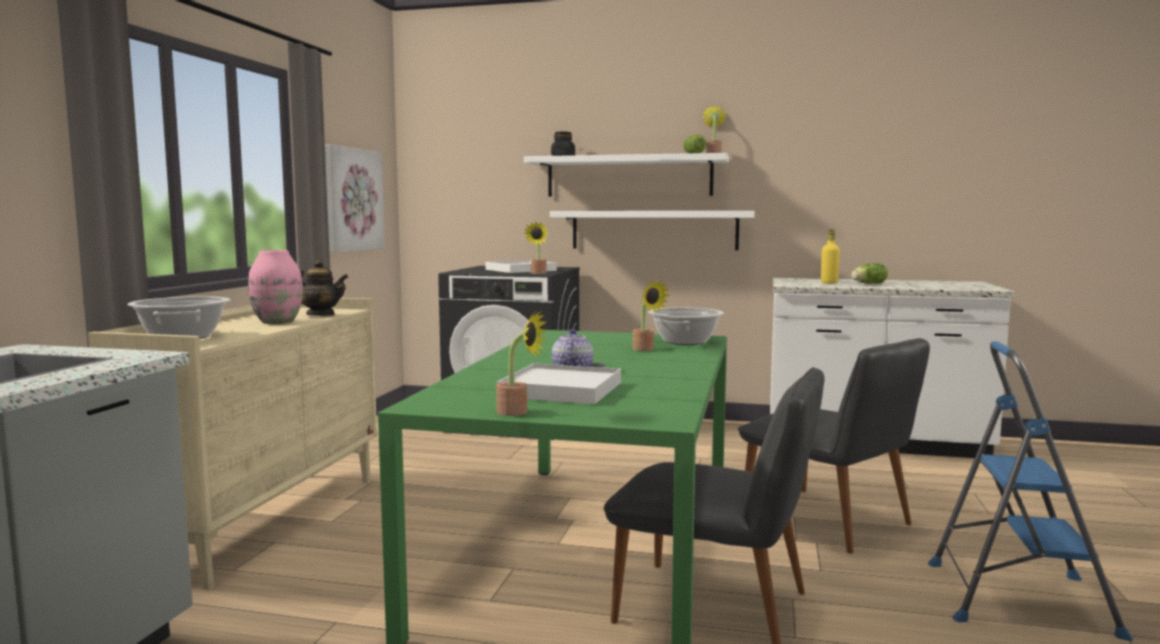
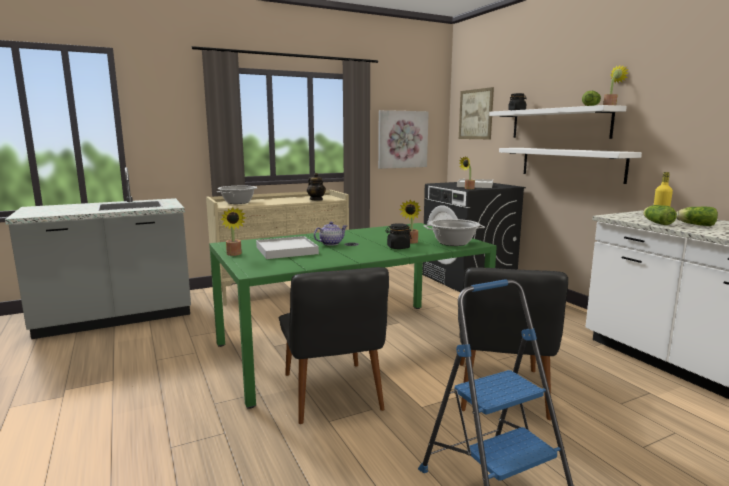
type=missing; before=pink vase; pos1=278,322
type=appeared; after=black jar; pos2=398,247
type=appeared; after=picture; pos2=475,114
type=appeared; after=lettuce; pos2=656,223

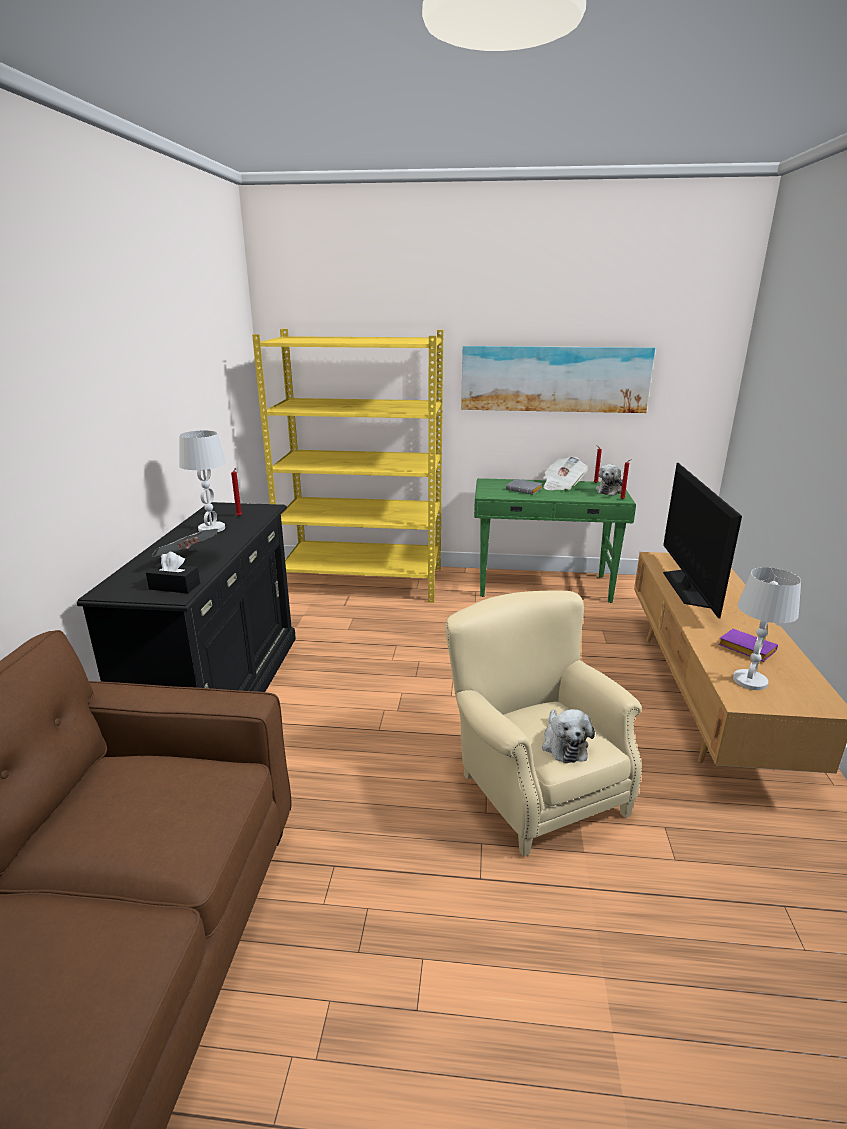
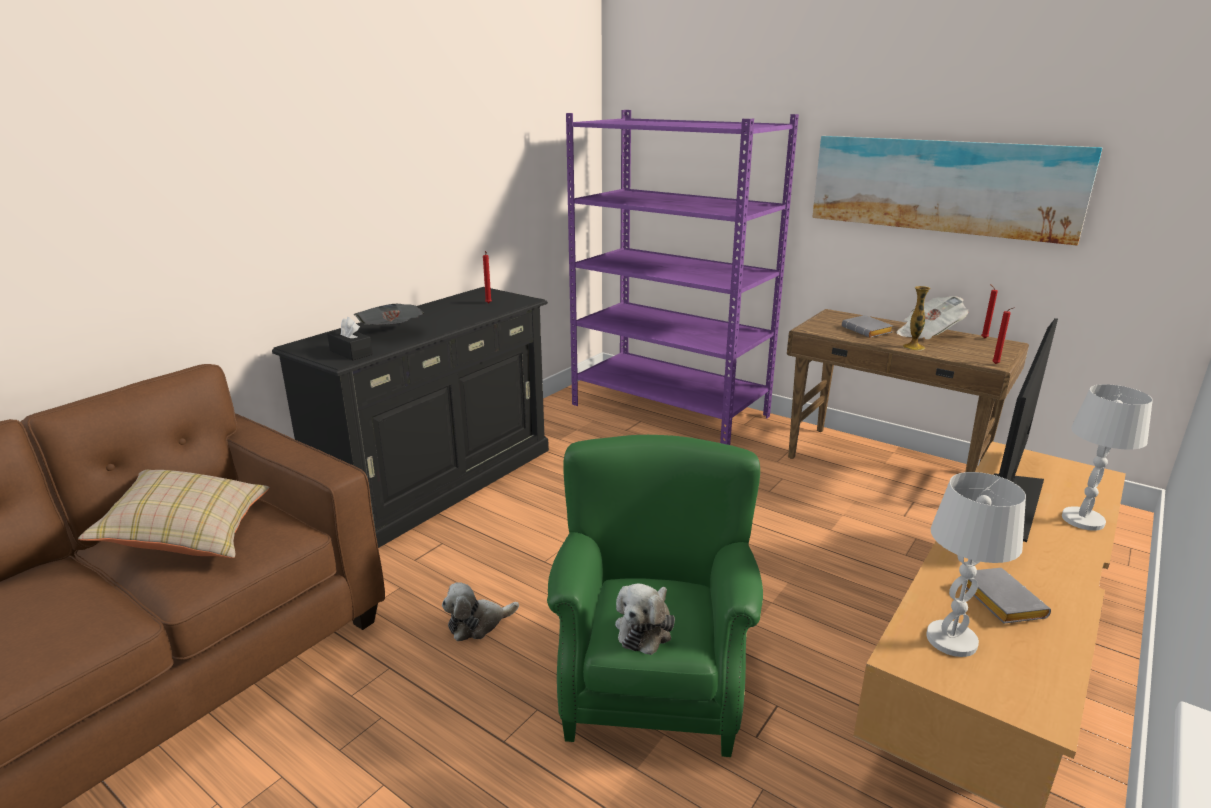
type=relocated; before=white table lamp; pos1=212,529; pos2=1083,520
type=colour; before=yellow bookcase; after=purple bookcase; pos1=363,581; pos2=669,410
type=colour; before=beige armchair; after=green armchair; pos1=534,784; pos2=652,676
type=colour; before=green console table; after=brown console table; pos1=544,586; pos2=885,466
type=relocated; before=plush toy; pos1=609,491; pos2=477,624
type=colour; before=purple book; after=grey book; pos1=744,649; pos2=997,600
type=appeared; after=beige pillow; pos2=190,535
type=appeared; after=vase; pos2=913,347

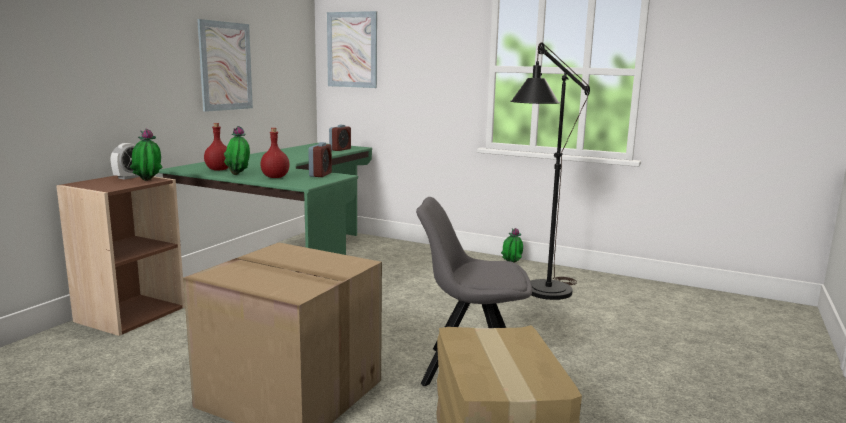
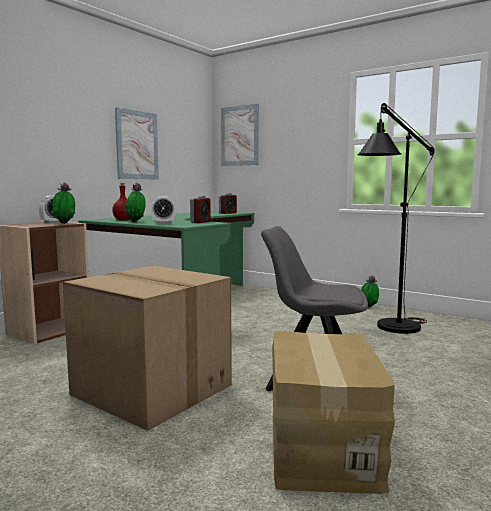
type=exchanged; before=red bottle; after=alarm clock; pos1=275,177; pos2=163,223

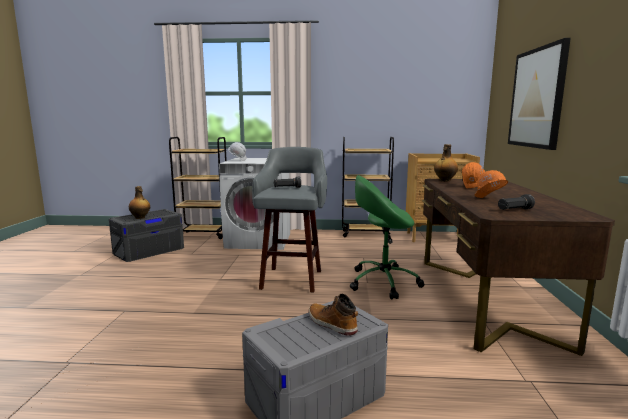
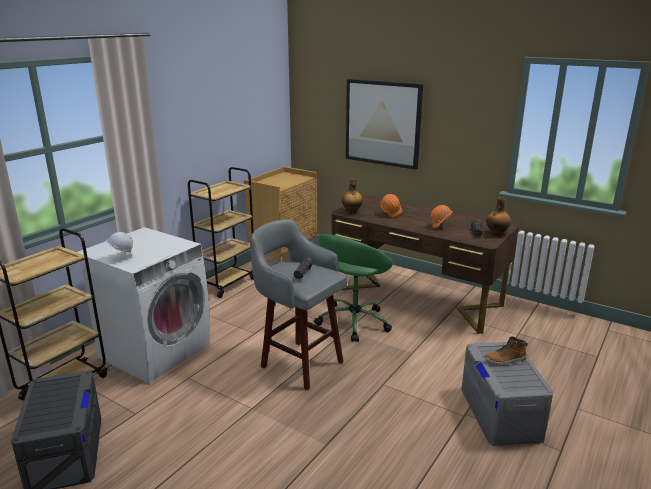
type=relocated; before=bottle; pos1=140,218; pos2=497,234

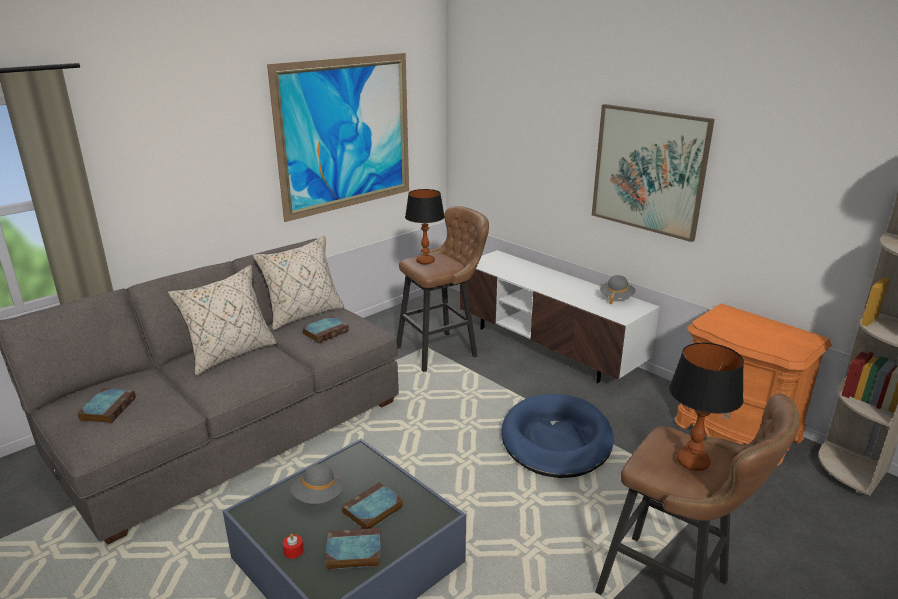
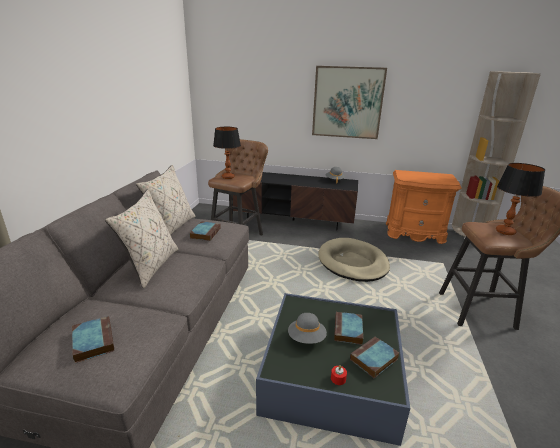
type=missing; before=picture; pos1=346,135
type=colour; before=white tv stand; after=black tv stand; pos1=548,347; pos2=293,220
type=colour; before=blue dog bed; after=beige dog bed; pos1=556,440; pos2=352,262

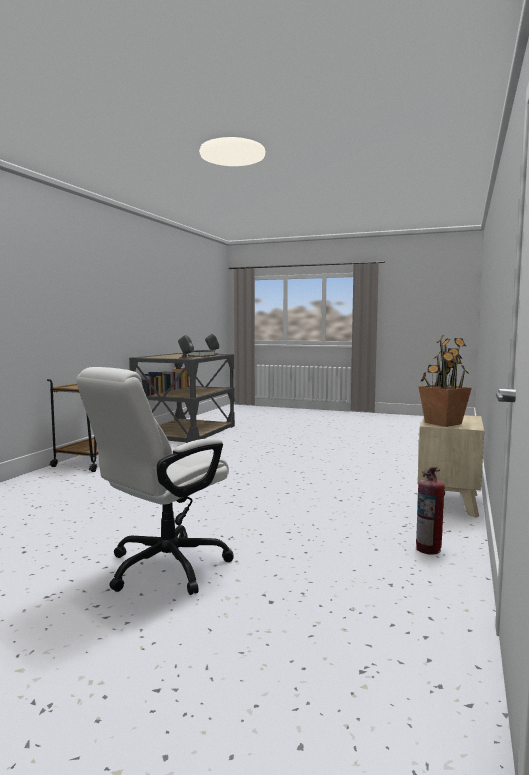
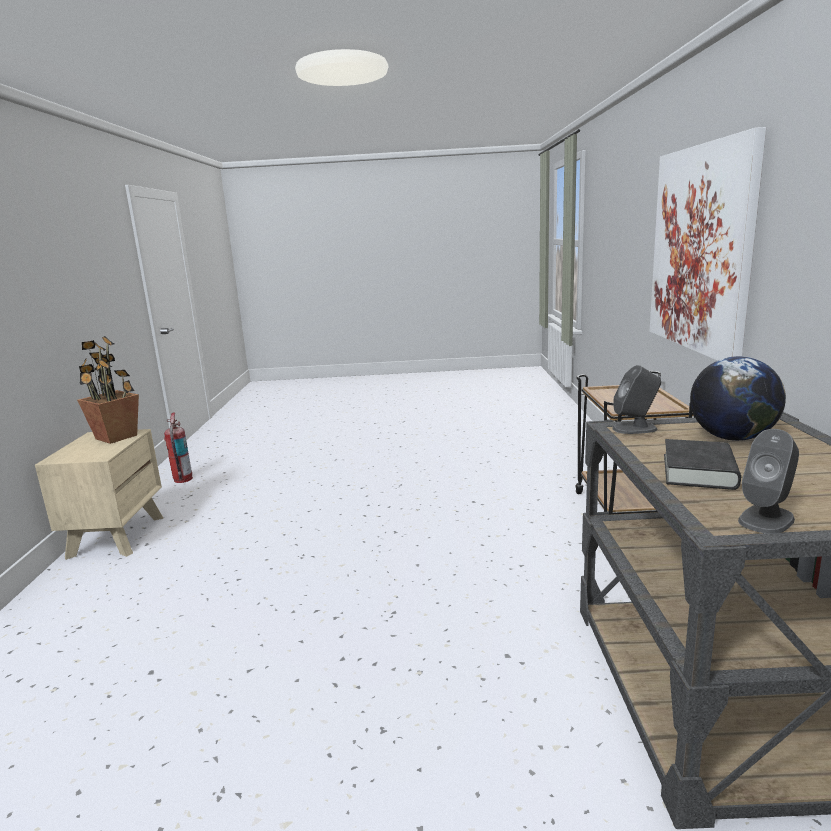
type=missing; before=white office chair; pos1=162,569
type=appeared; after=picture; pos2=700,249
type=appeared; after=globe; pos2=731,438

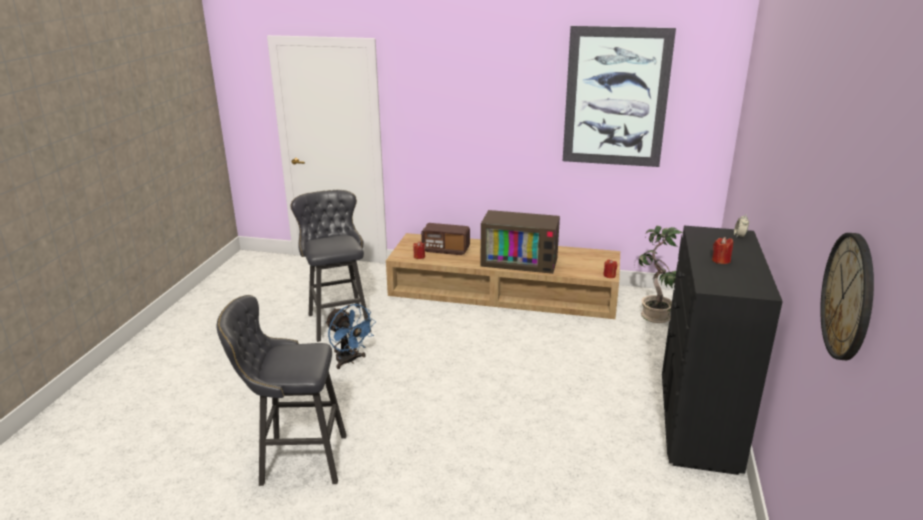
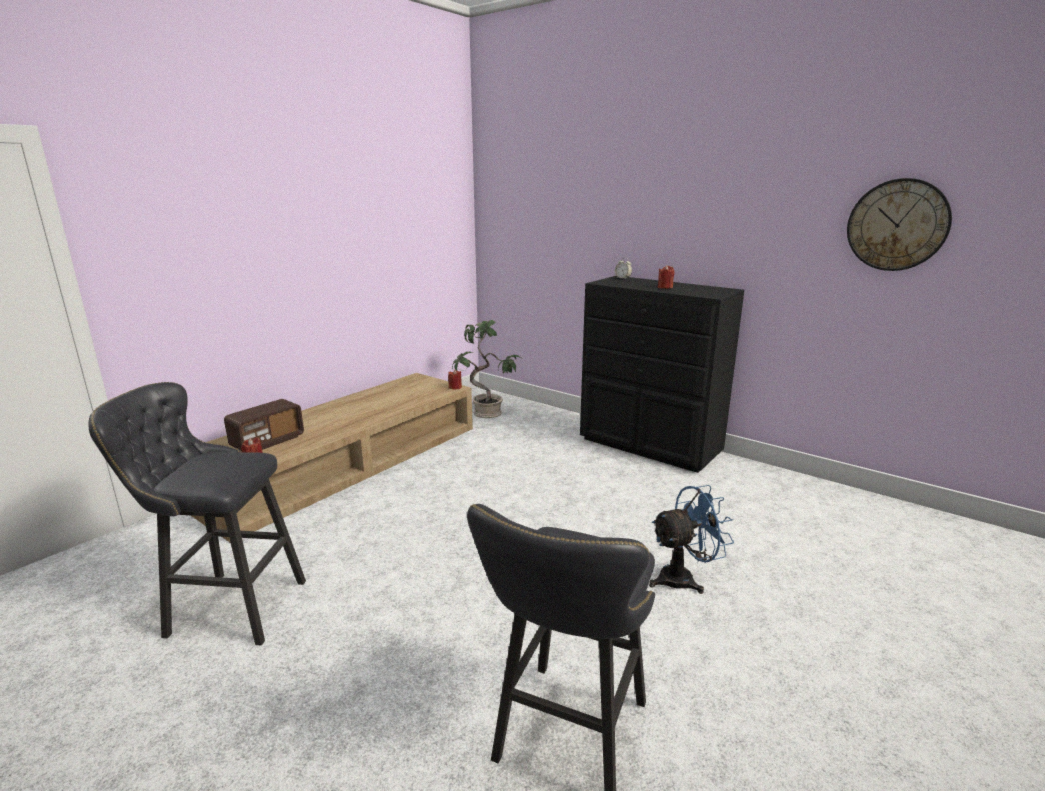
type=relocated; before=blue fan; pos1=349,361; pos2=684,578
type=missing; before=television; pos1=520,261
type=missing; before=picture; pos1=616,98

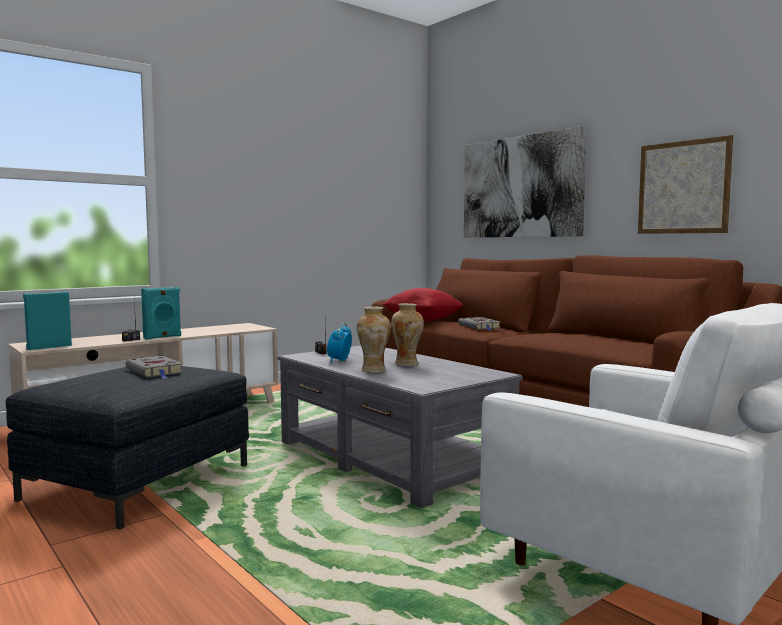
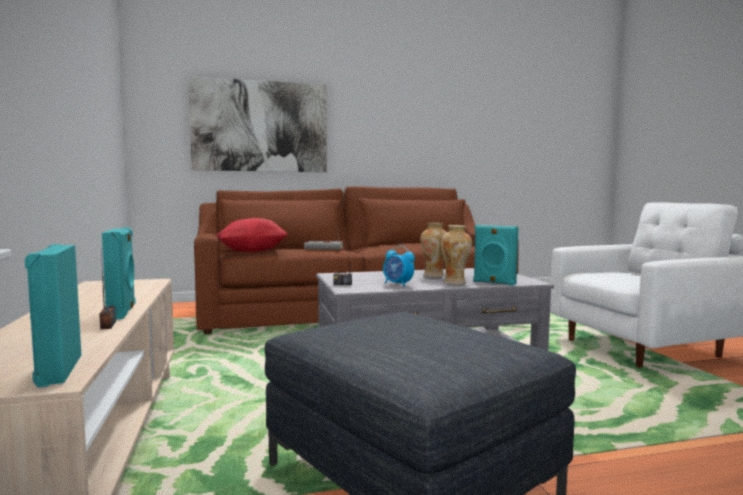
type=missing; before=grey book; pos1=155,371
type=missing; before=picture; pos1=683,186
type=appeared; after=turquoise speaker; pos2=494,283

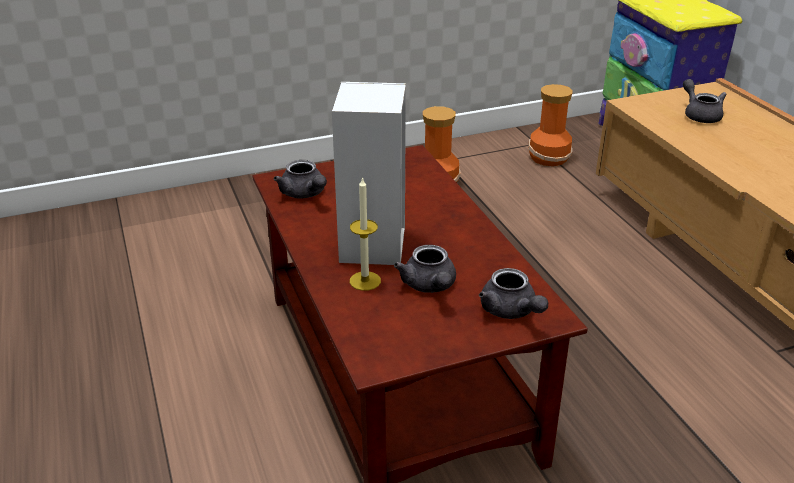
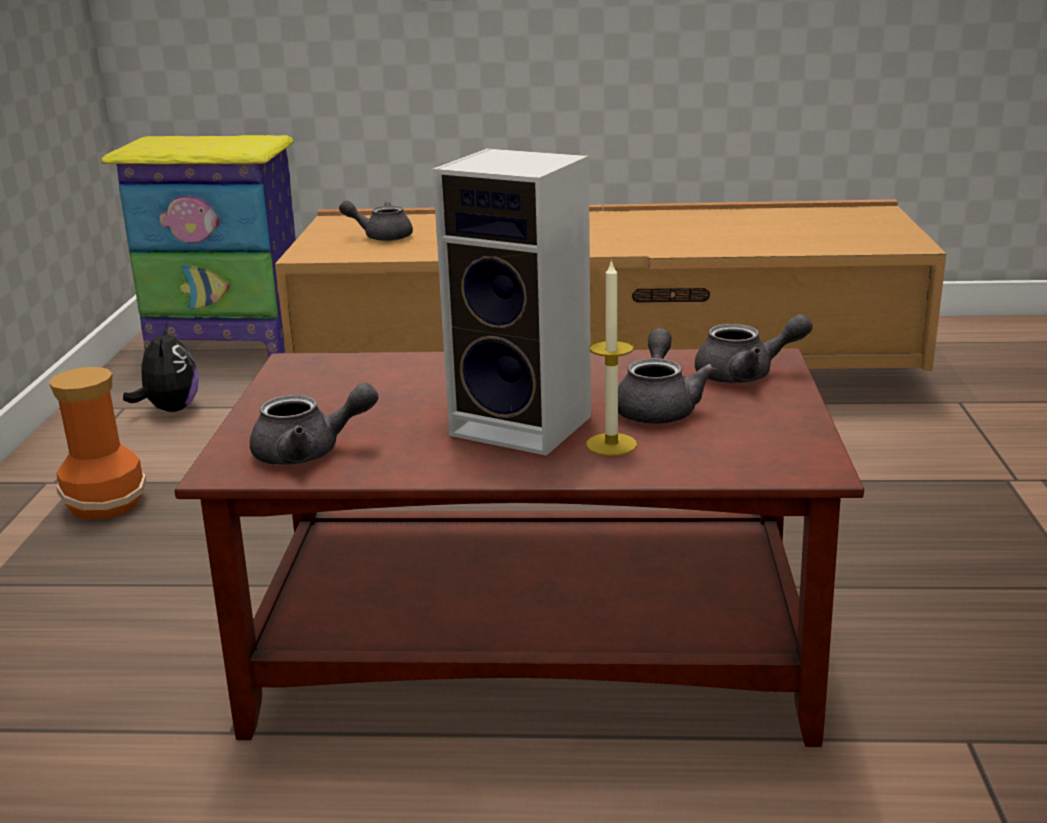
type=spun; before=grey teapot; pos1=430,286; pos2=658,407; turn=-90
type=exchanged; before=vase; after=plush toy; pos1=548,157; pos2=170,409

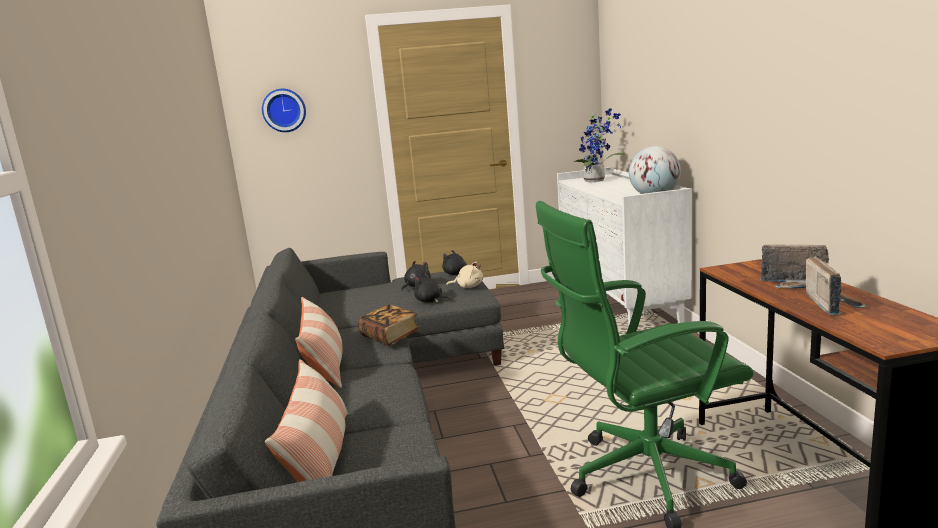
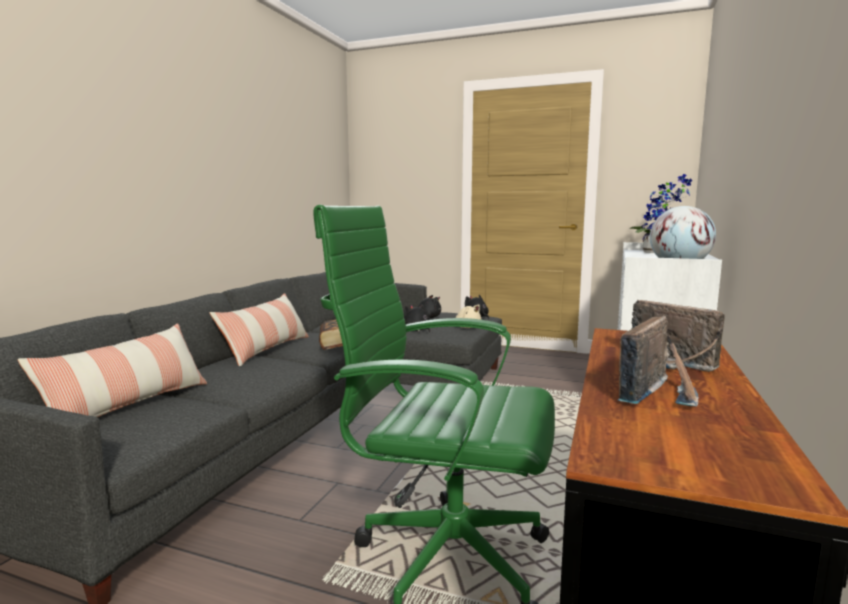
type=missing; before=wall clock; pos1=284,110

